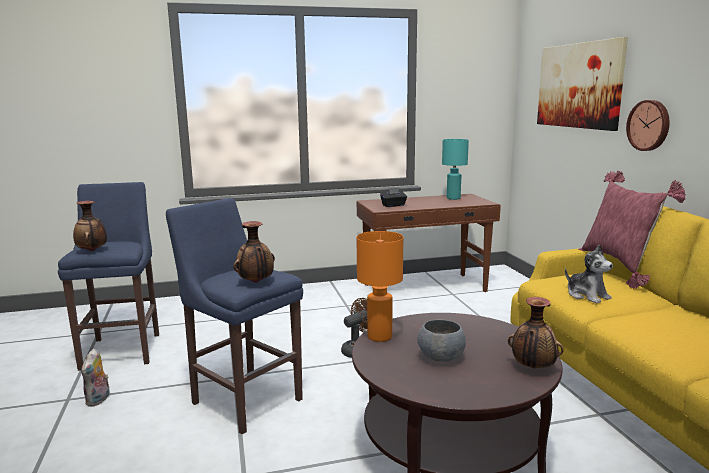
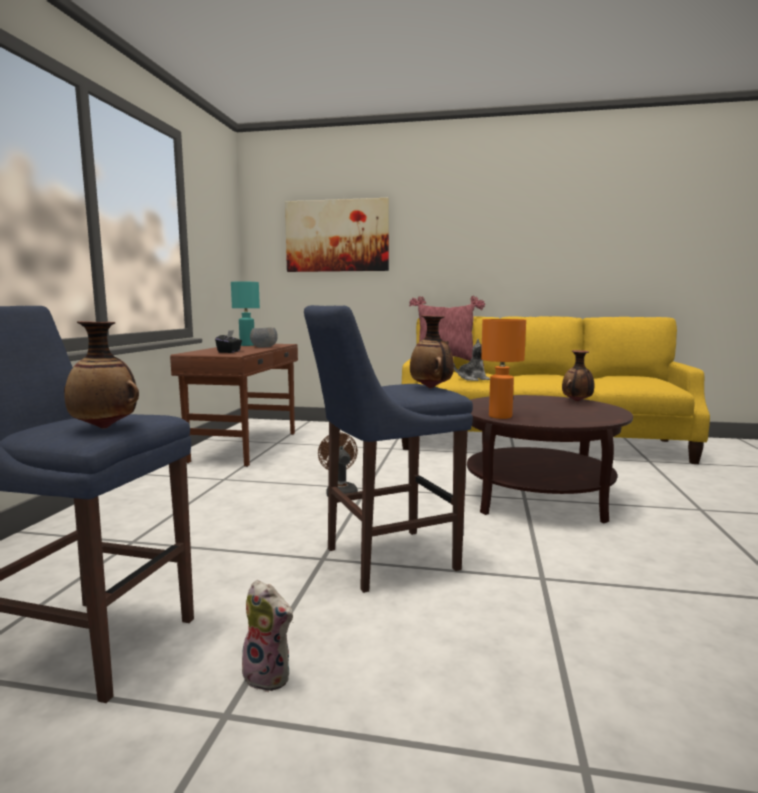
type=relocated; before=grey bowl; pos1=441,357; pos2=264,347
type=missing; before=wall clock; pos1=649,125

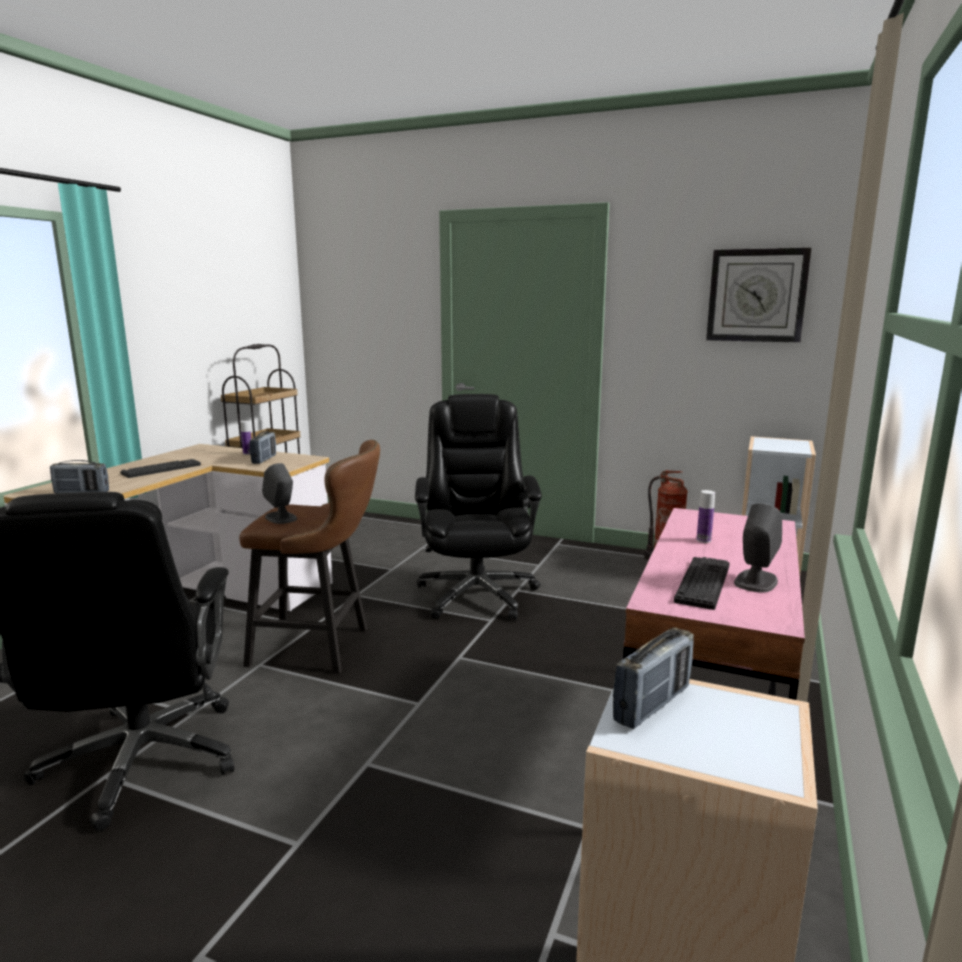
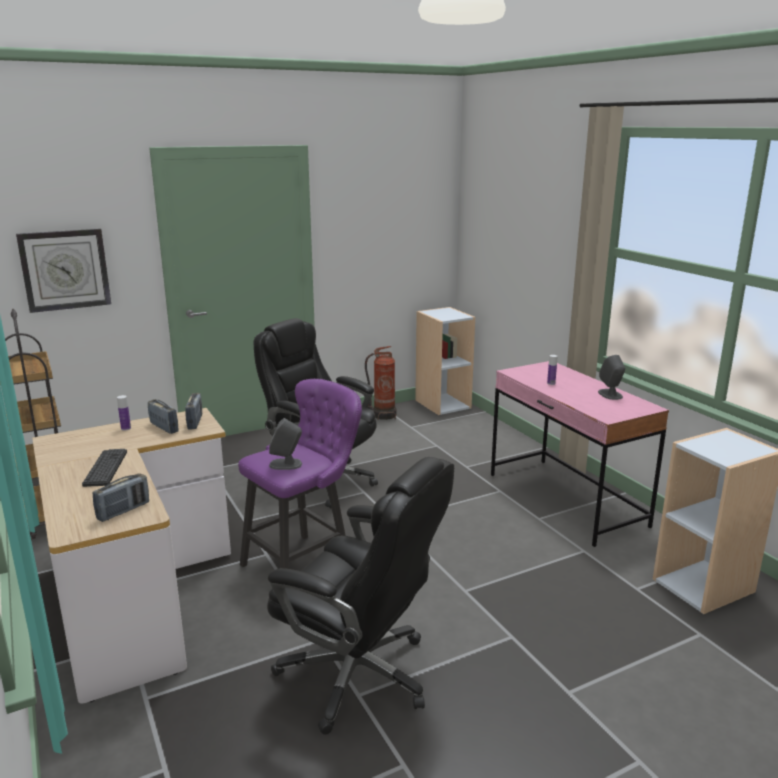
type=colour; before=brown stool; after=purple stool; pos1=323,647; pos2=306,560
type=relocated; before=radio; pos1=652,704; pos2=195,422
type=missing; before=keyboard; pos1=703,583
type=relocated; before=wall clock; pos1=756,295; pos2=65,270

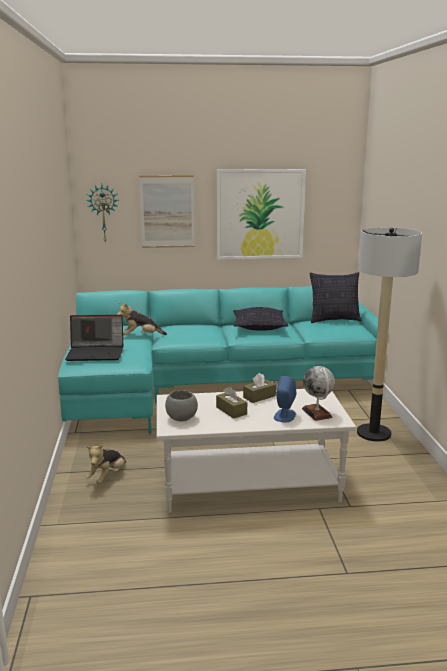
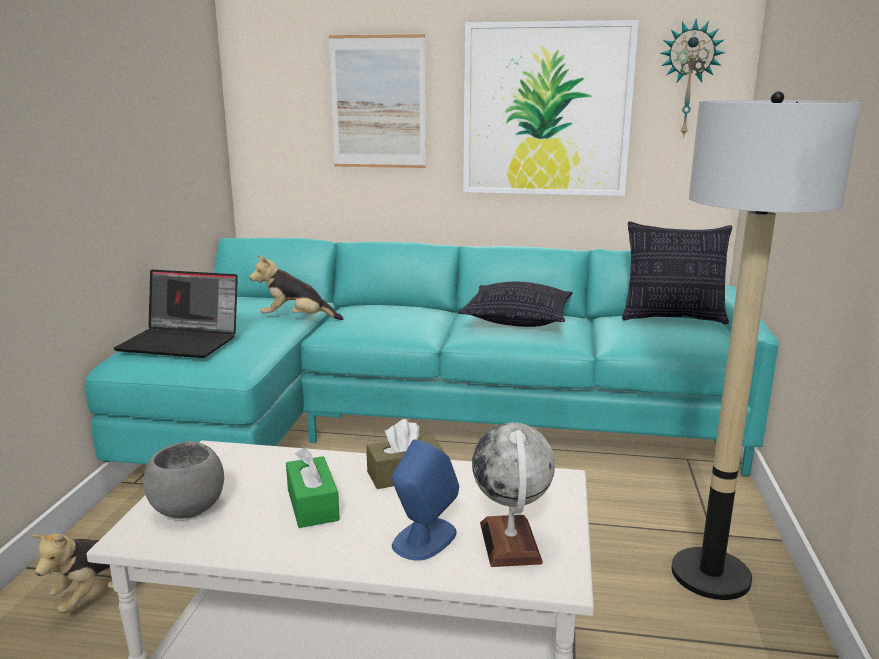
type=relocated; before=wall clock; pos1=103,213; pos2=688,79
type=colour; before=brown tissue box; after=green tissue box; pos1=231,411; pos2=312,504

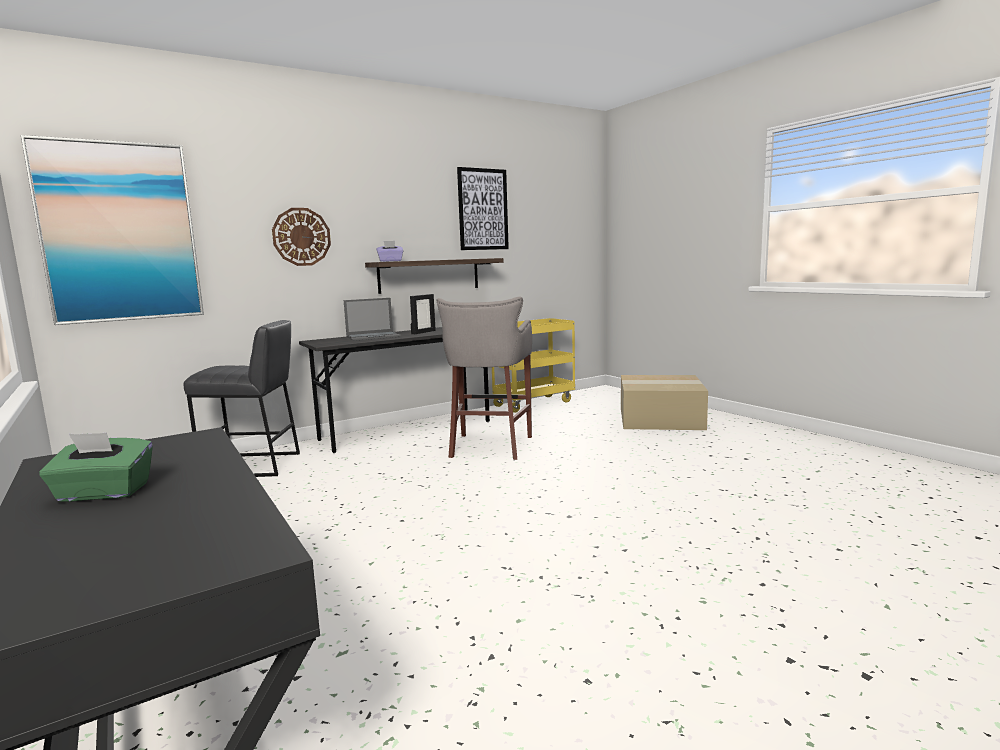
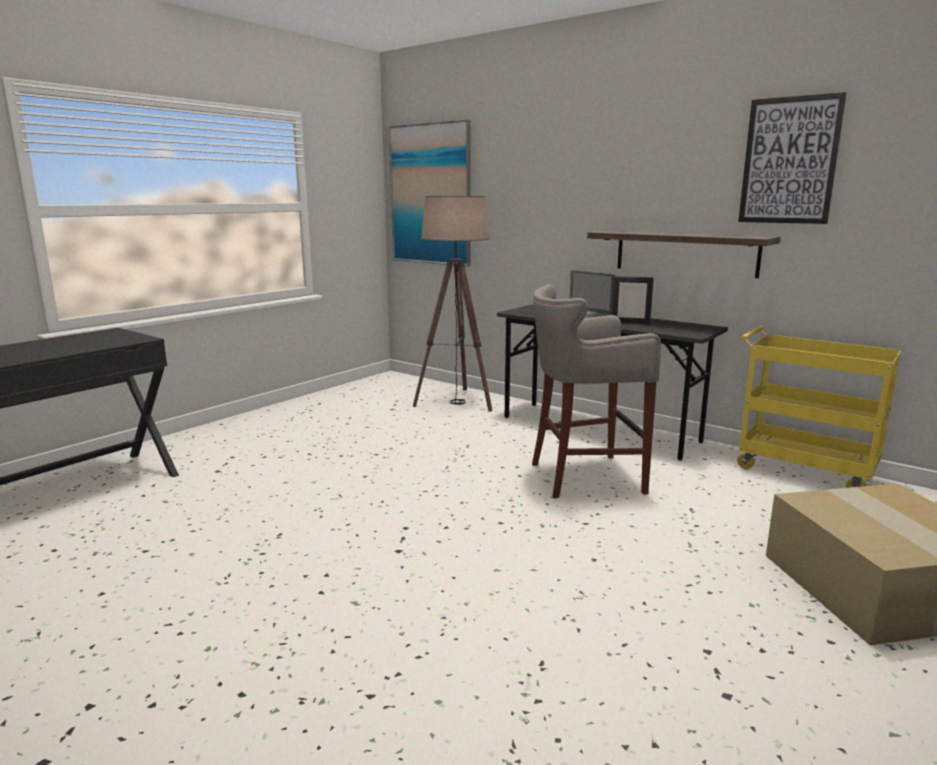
type=missing; before=green tissue box; pos1=103,493
type=exchanged; before=grey stool; after=floor lamp; pos1=253,465; pos2=456,402
type=missing; before=wall clock; pos1=301,237
type=missing; before=purple tissue box; pos1=390,261

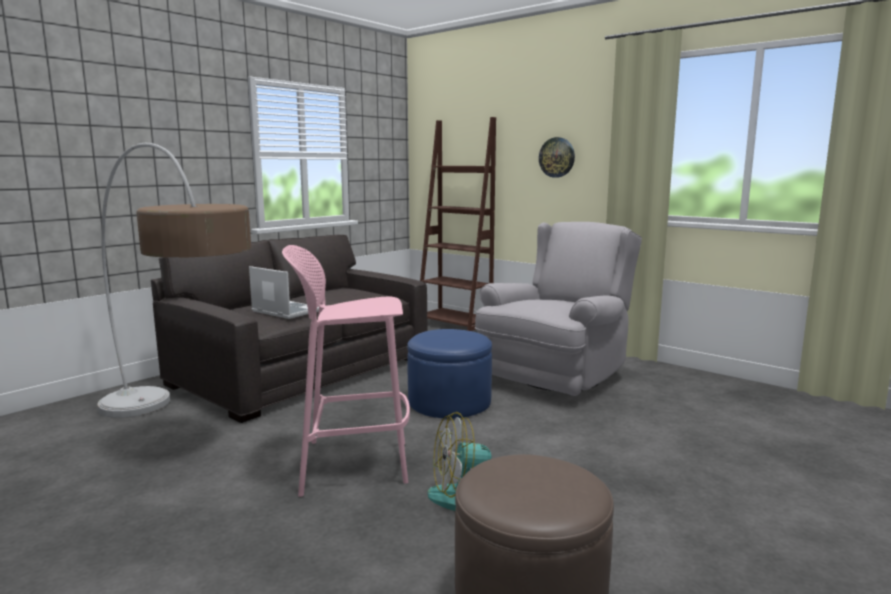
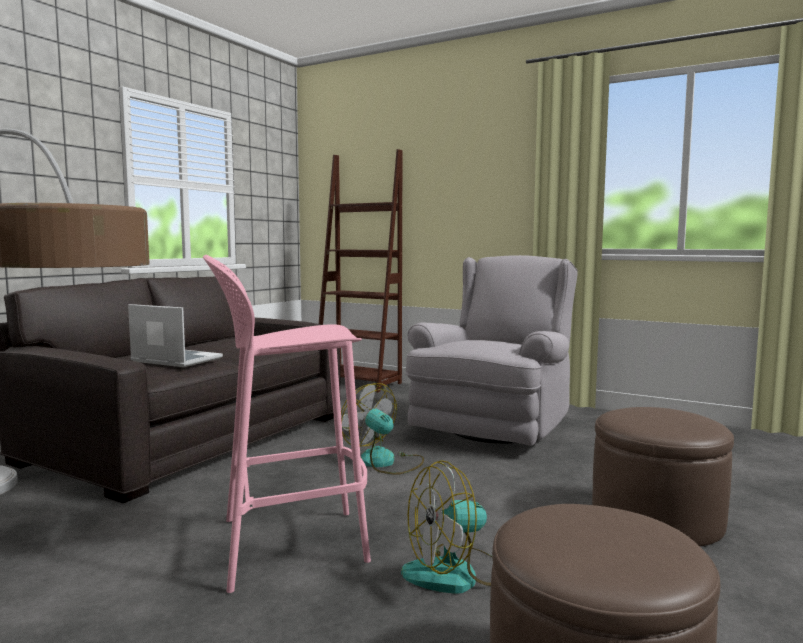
type=exchanged; before=blue ottoman; after=fan; pos1=449,402; pos2=385,462
type=missing; before=wall clock; pos1=557,157
type=appeared; after=brown ottoman; pos2=656,518

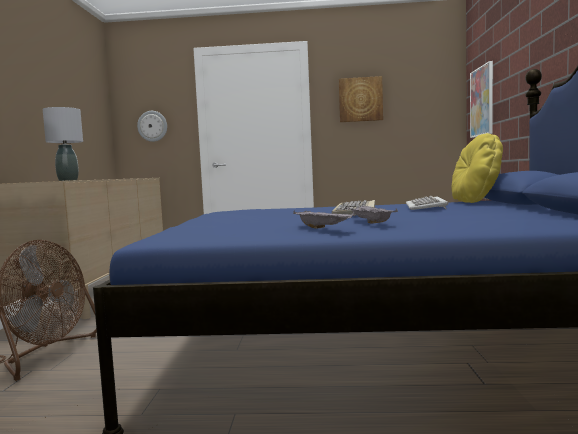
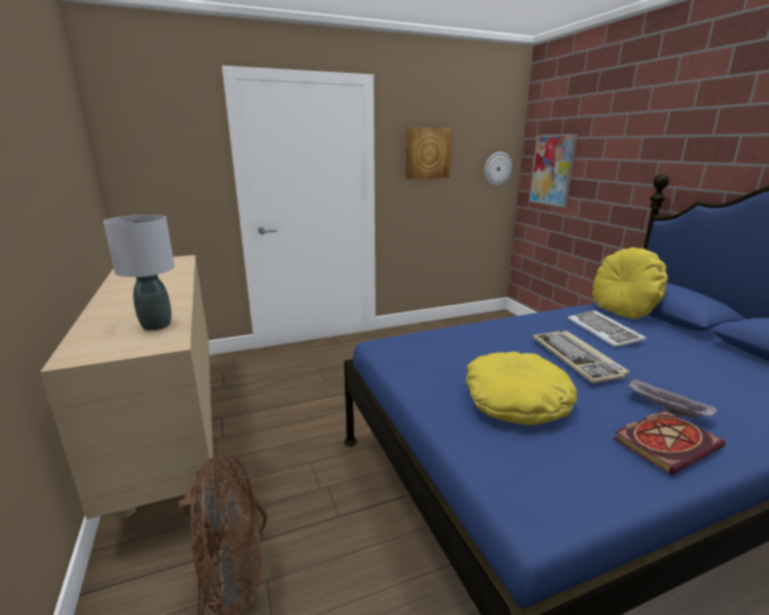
type=relocated; before=wall clock; pos1=152,126; pos2=497,169
type=exchanged; before=grey tray; after=book; pos1=323,228; pos2=666,442
type=appeared; after=yellow pillow; pos2=518,401

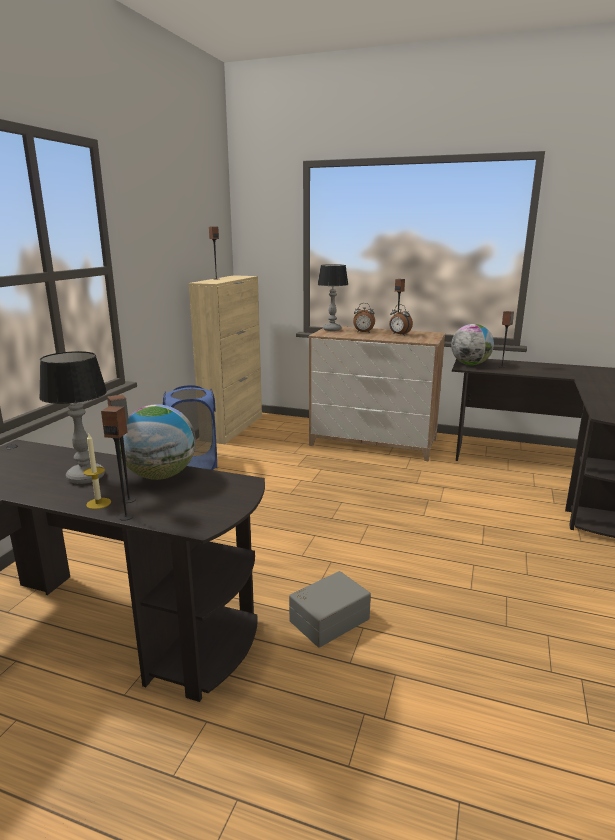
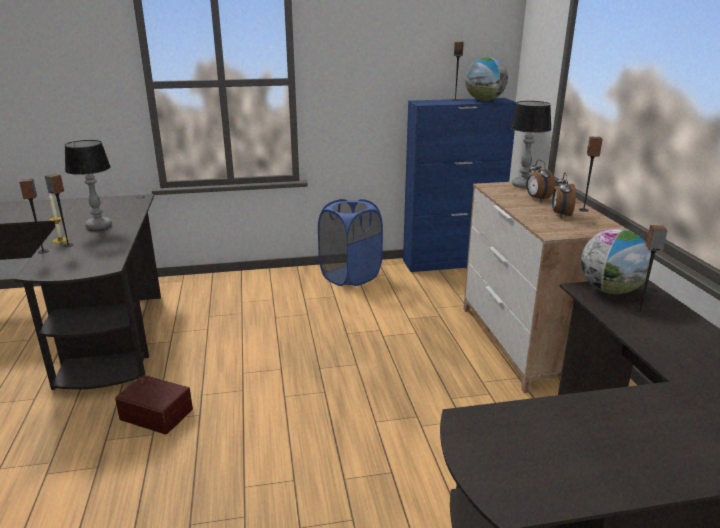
type=relocated; before=globe; pos1=160,476; pos2=484,100
type=colour; before=beige cabinet; after=blue cabinet; pos1=233,427; pos2=451,262
type=colour; before=grey storage box; after=brown storage box; pos1=328,618; pos2=157,413

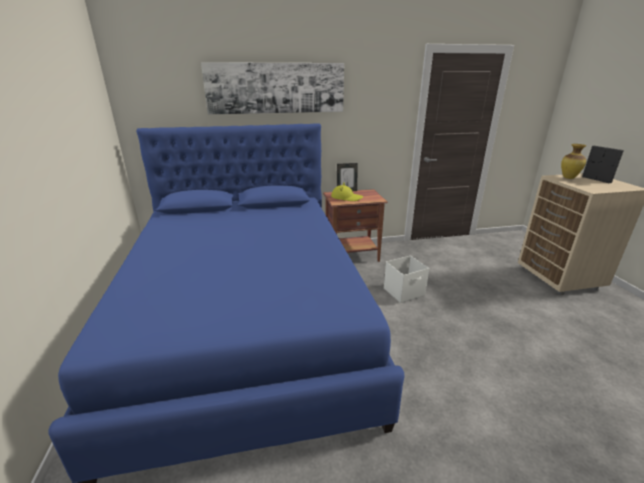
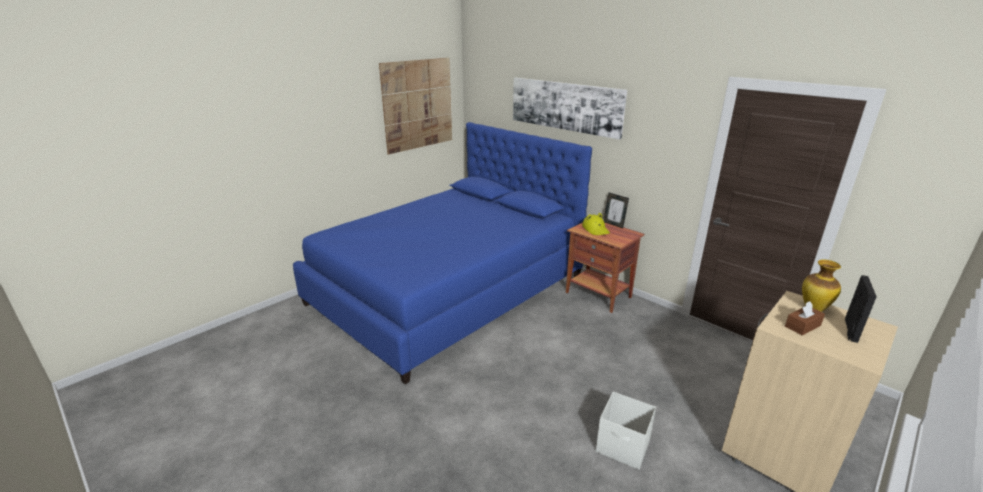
type=relocated; before=white storage box; pos1=404,292; pos2=623,447
type=appeared; after=picture; pos2=418,105
type=appeared; after=brown tissue box; pos2=802,326

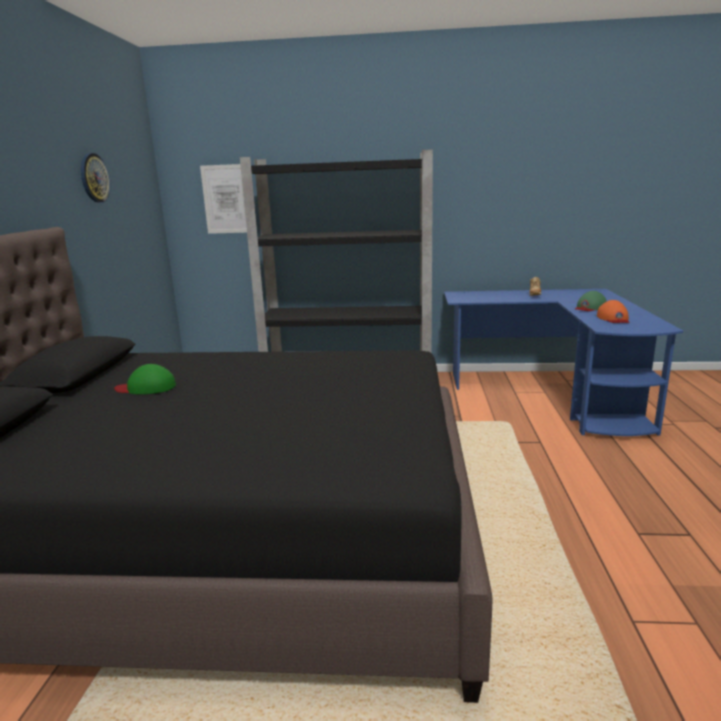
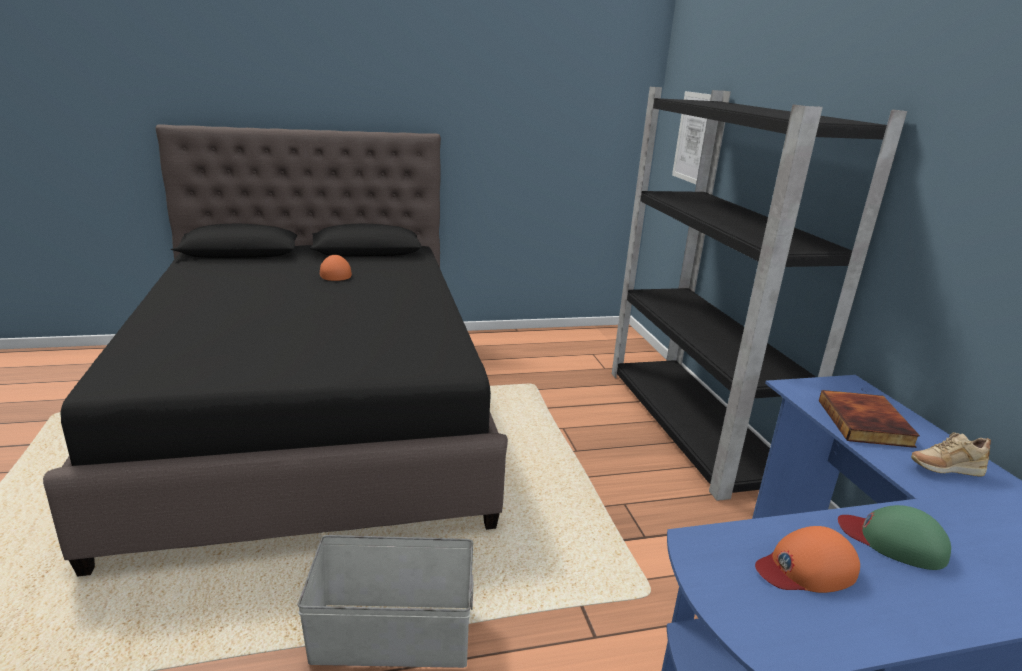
type=missing; before=wall clock; pos1=94,178
type=colour; before=green cap; after=orange cap; pos1=146,387; pos2=335,273
type=appeared; after=grey storage box; pos2=393,636
type=appeared; after=book; pos2=866,423

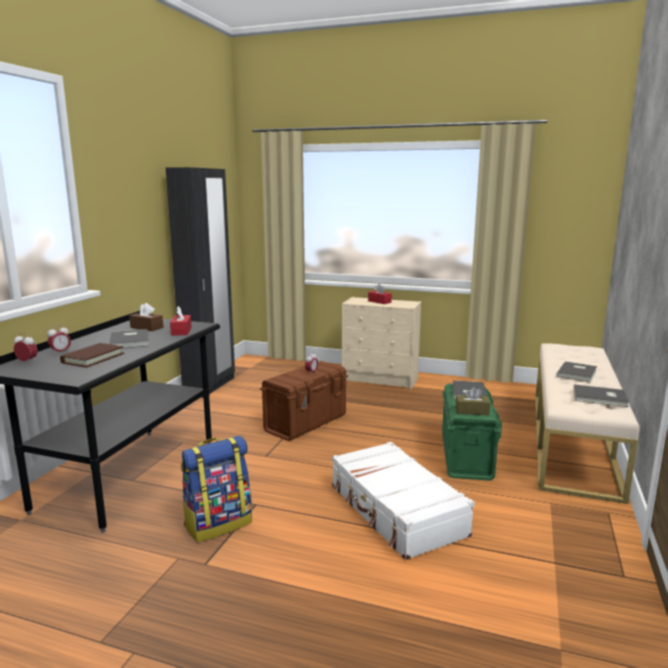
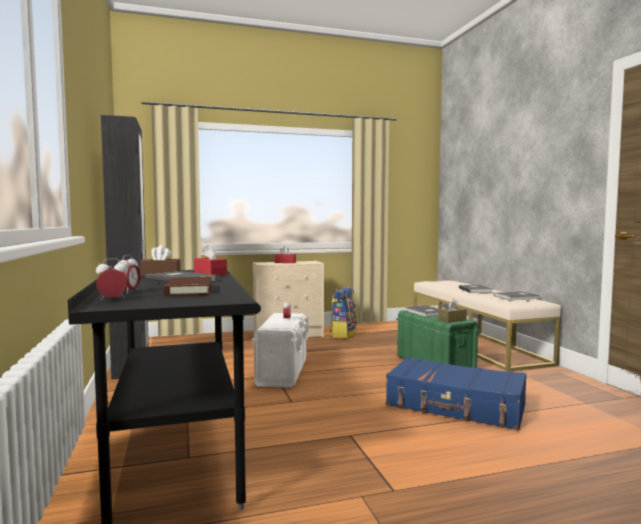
type=relocated; before=backpack; pos1=218,524; pos2=343,334
type=colour; before=brown storage box; after=white storage box; pos1=306,423; pos2=282,372
type=colour; before=white suitcase; after=blue suitcase; pos1=395,510; pos2=455,406

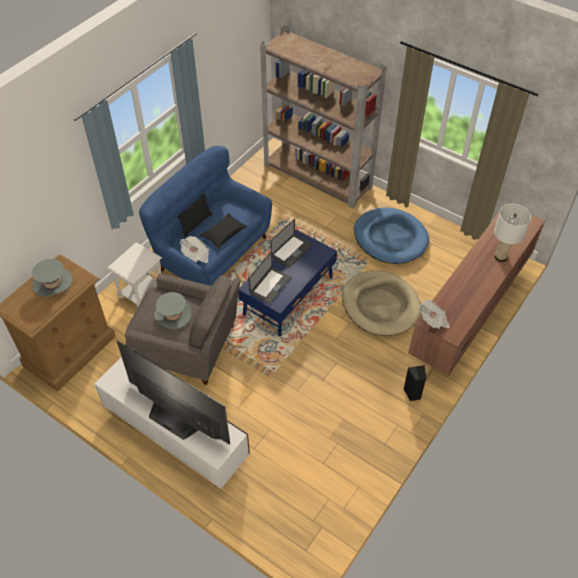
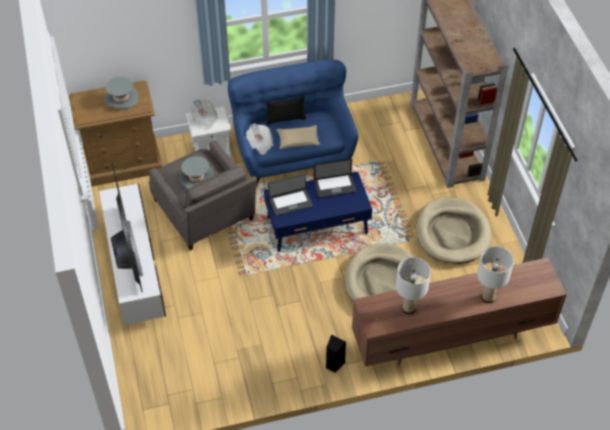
type=colour; before=black pillow; after=beige pillow; pos1=223,233; pos2=298,139
type=colour; before=blue dog bed; after=beige dog bed; pos1=390,238; pos2=452,233
type=relocated; before=newspaper; pos1=433,320; pos2=204,119
type=appeared; after=white table lamp; pos2=409,308

